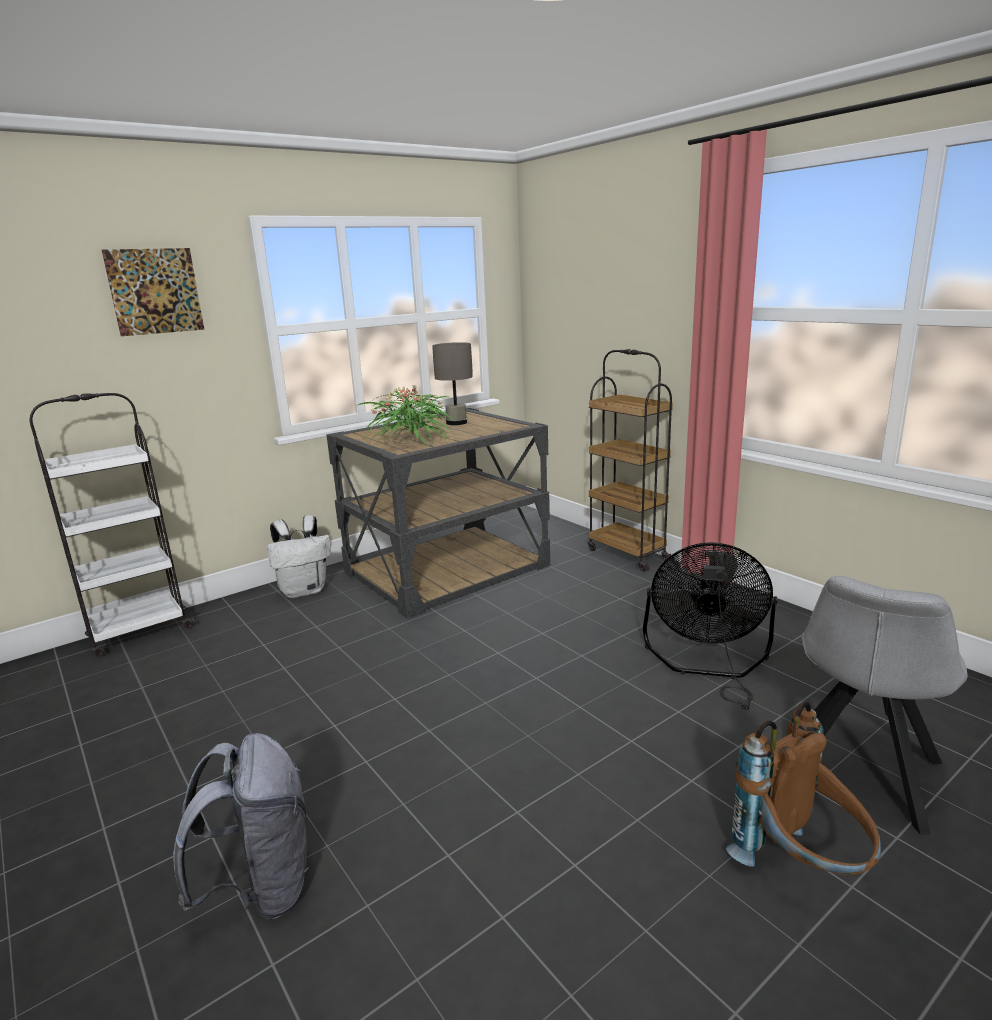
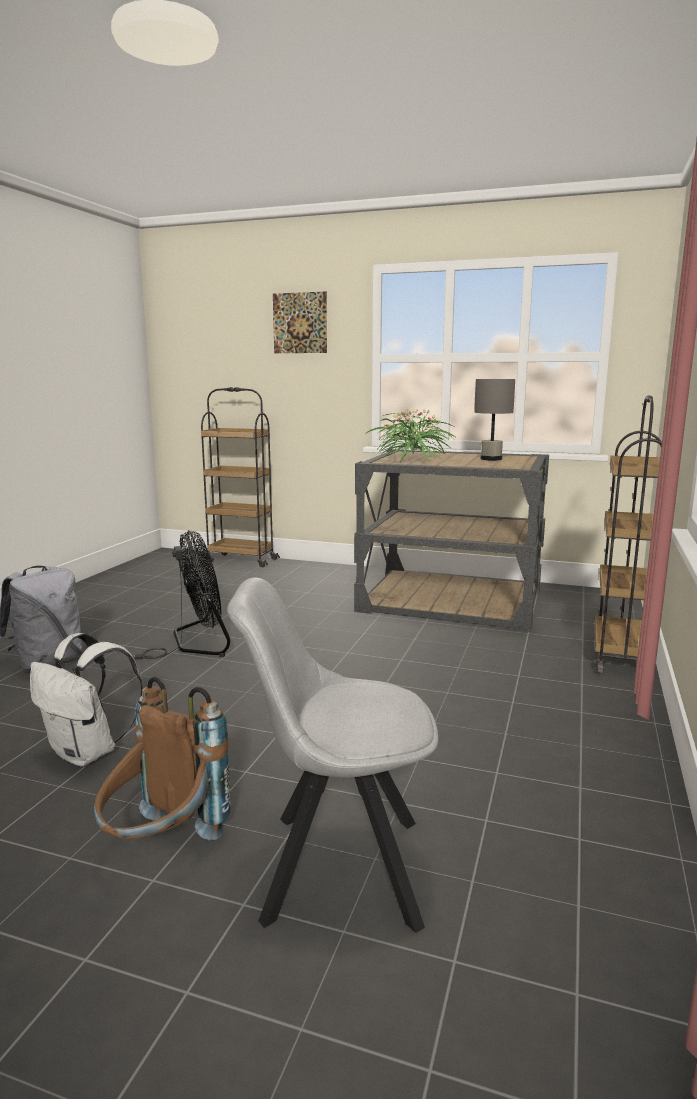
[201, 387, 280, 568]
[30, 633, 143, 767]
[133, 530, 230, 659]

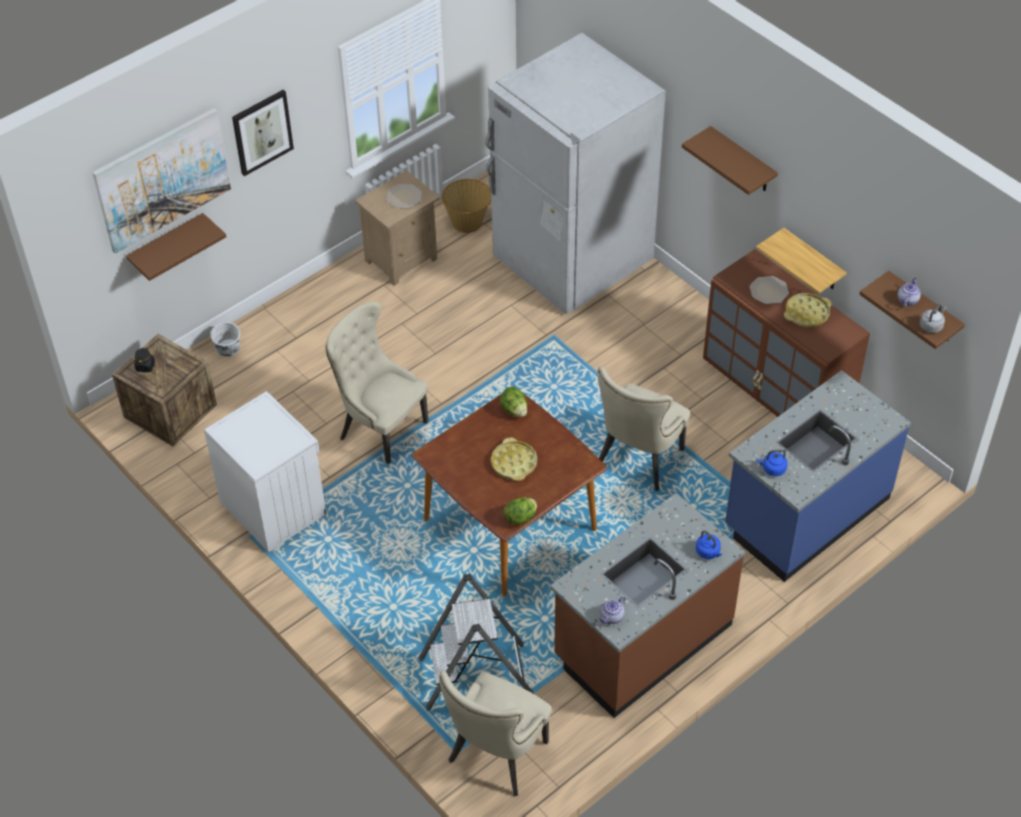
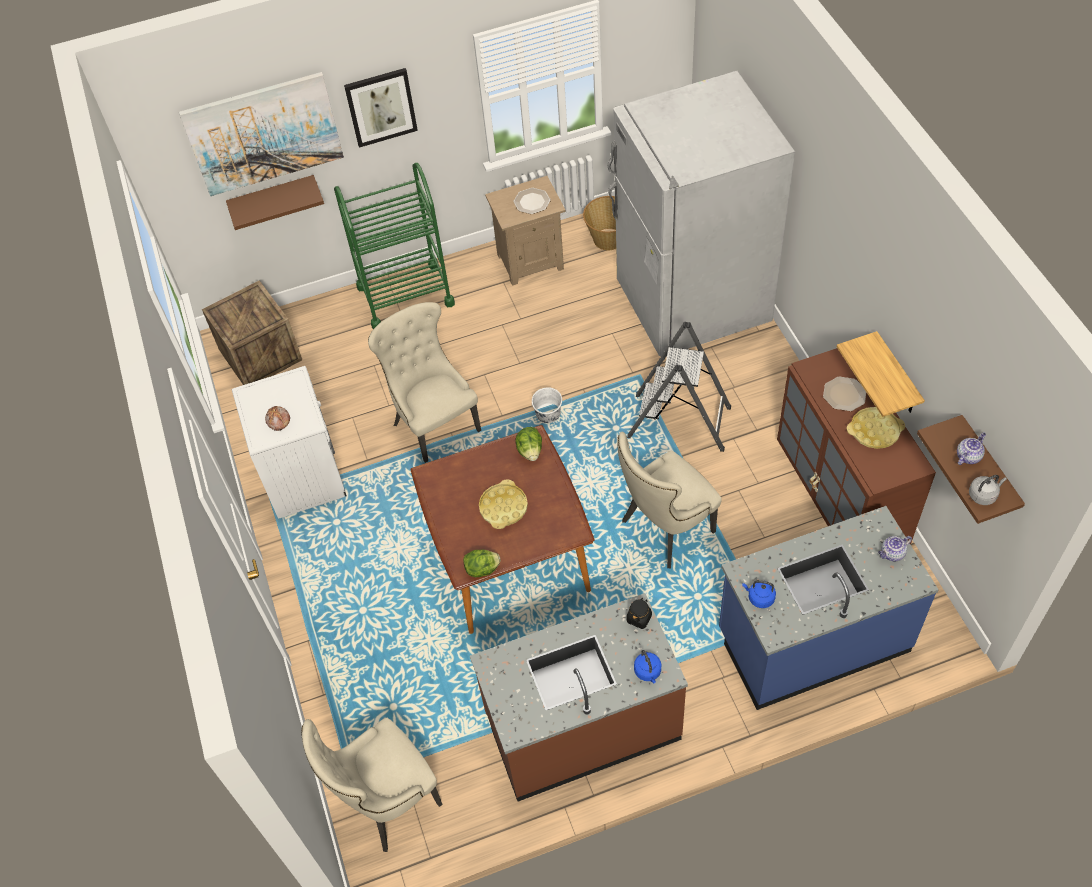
[682, 126, 778, 195] (first image)
[532, 387, 562, 423]
[627, 598, 652, 629]
[627, 322, 731, 452]
[878, 536, 912, 561]
[334, 163, 455, 329]
[265, 406, 290, 431]

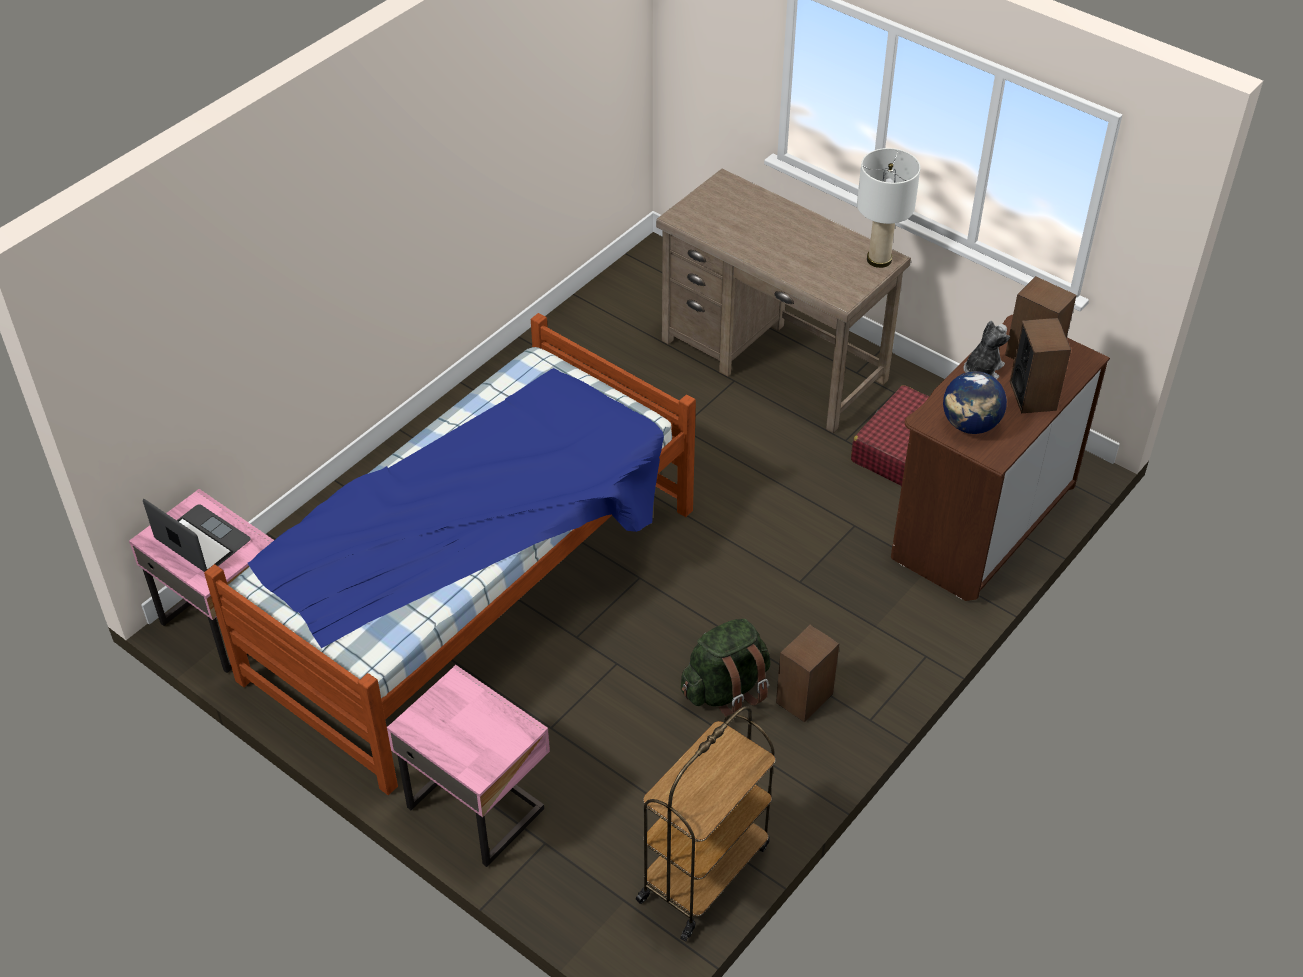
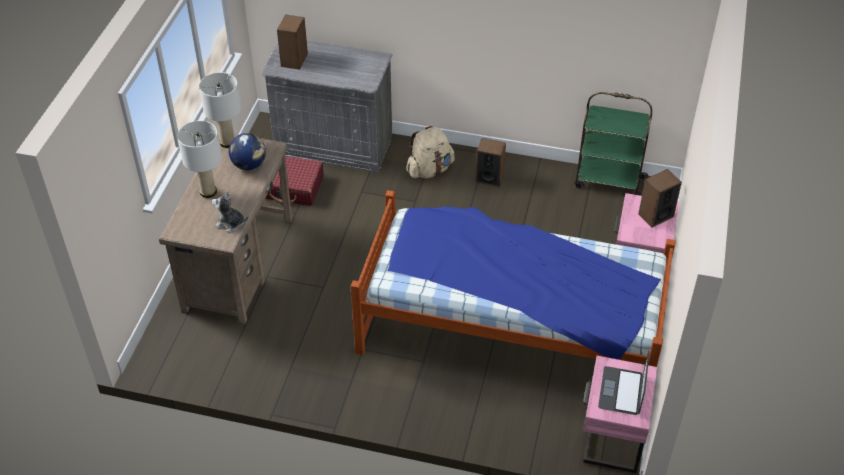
[262, 41, 393, 172]
[638, 169, 682, 227]
[212, 191, 248, 232]
[229, 133, 266, 170]
[681, 618, 771, 717] (first image)
[574, 92, 652, 196]
[177, 121, 222, 198]
[406, 126, 454, 178]

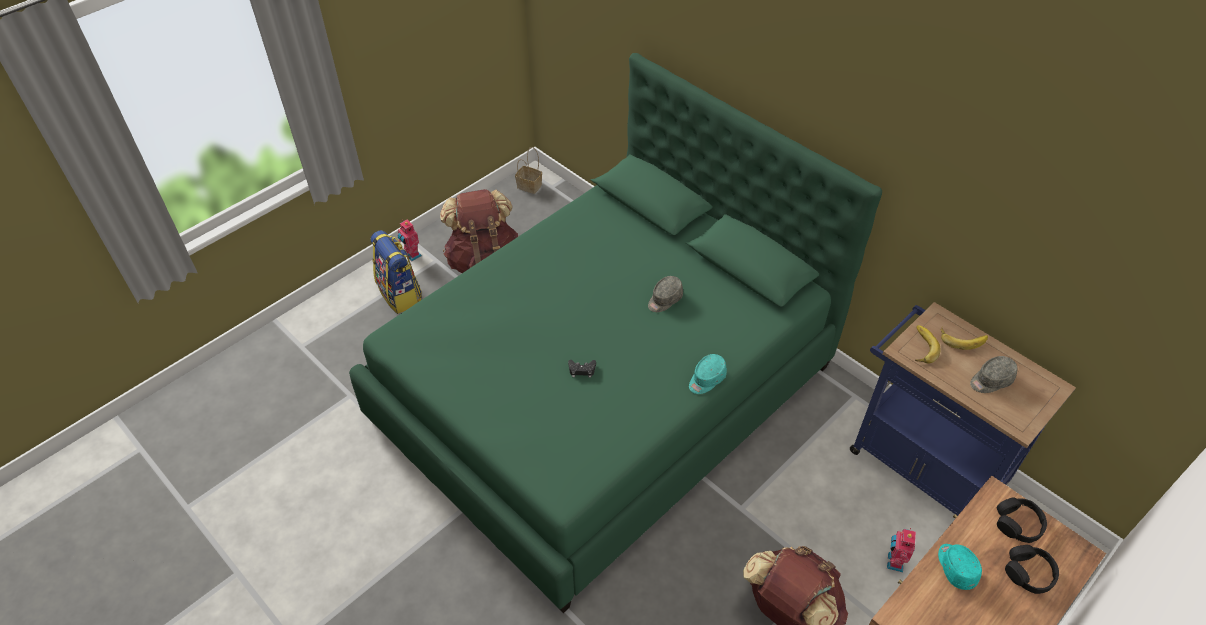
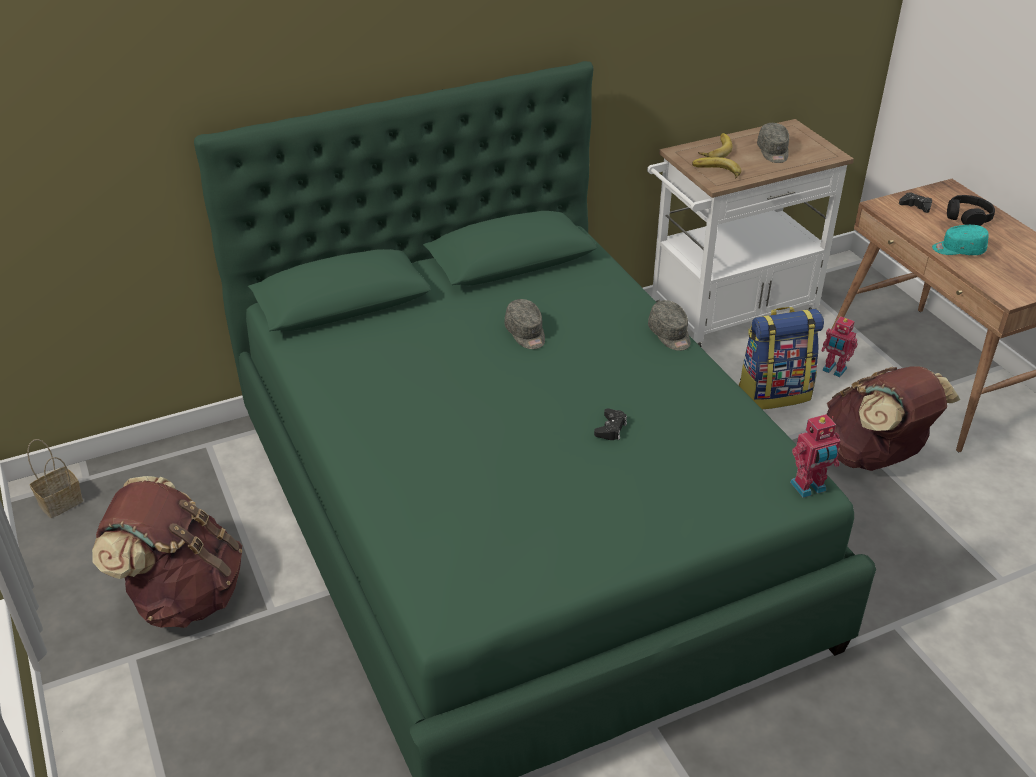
[790, 414, 840, 498]
[739, 307, 824, 409]
[647, 119, 854, 348]
[648, 300, 690, 351]
[899, 192, 932, 213]

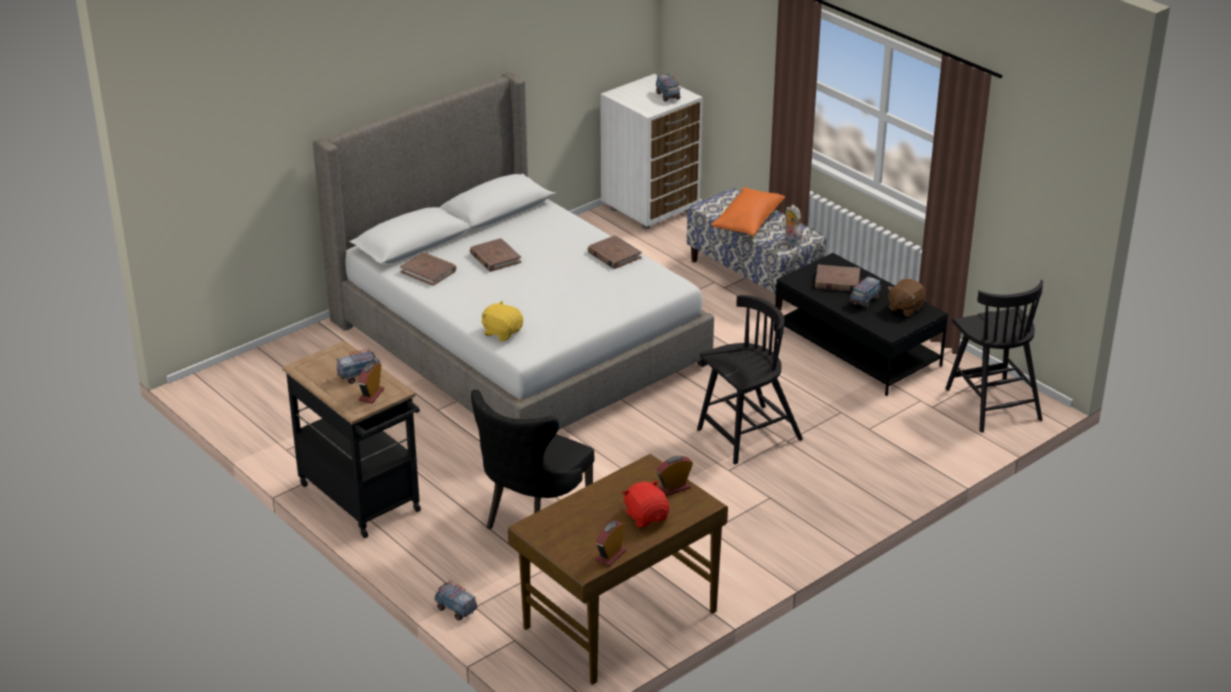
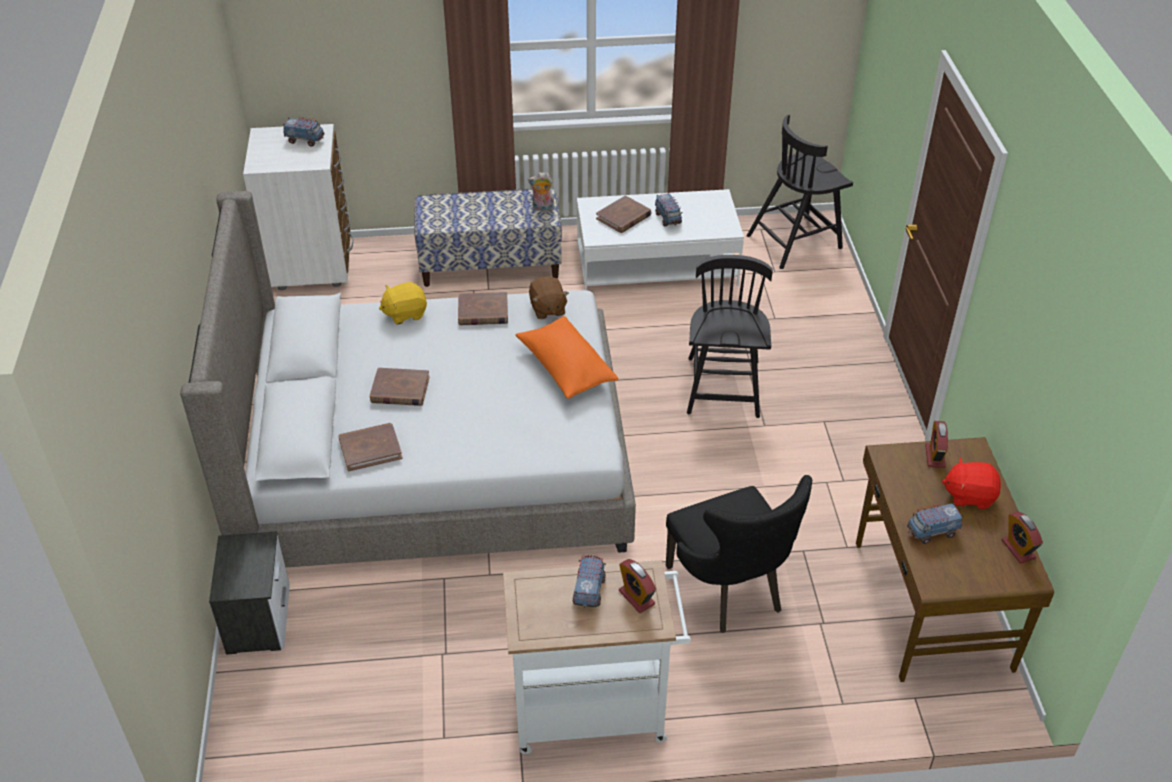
[515, 316, 619, 399]
[577, 189, 744, 290]
[529, 277, 569, 319]
[747, 115, 853, 269]
[379, 282, 427, 325]
[503, 560, 691, 754]
[907, 503, 963, 544]
[209, 531, 290, 655]

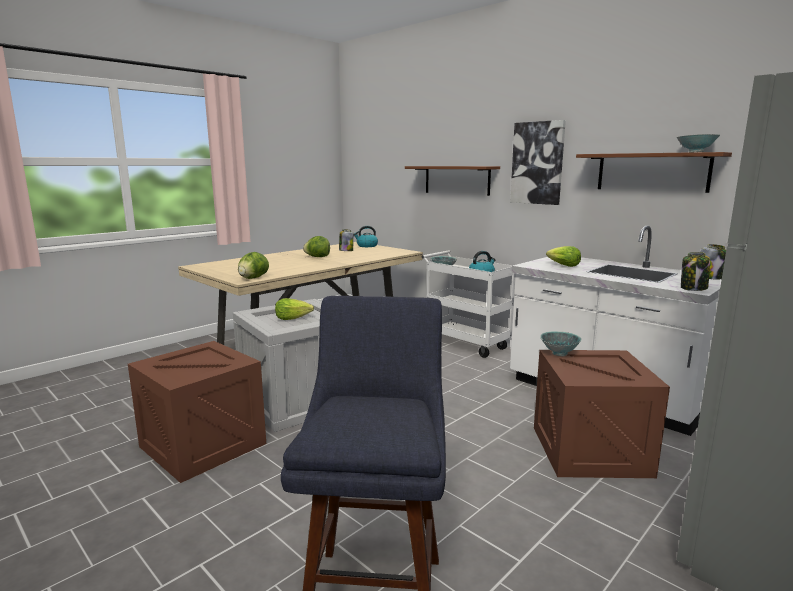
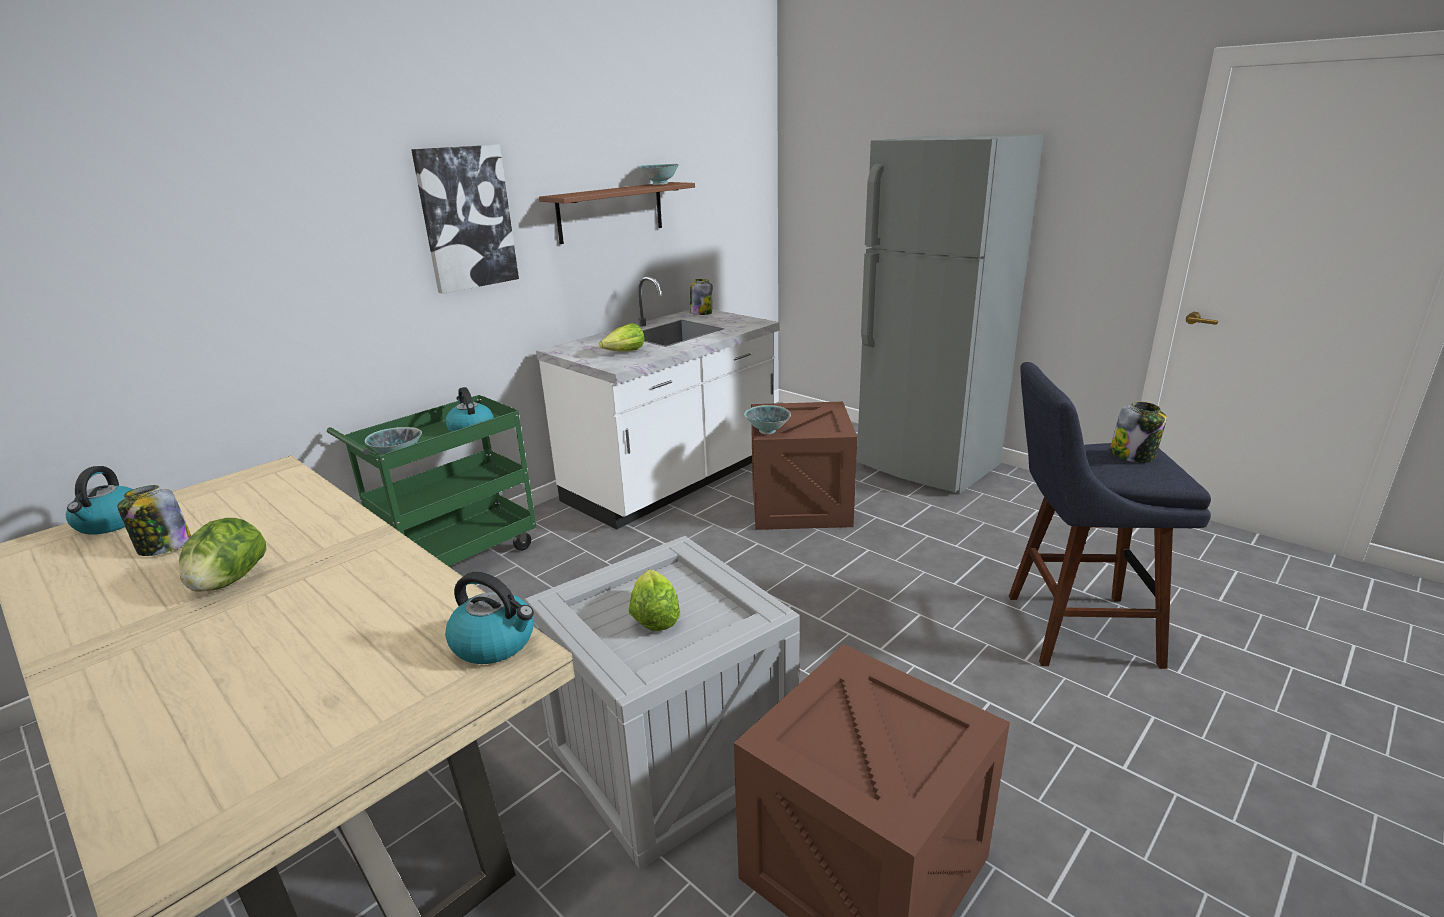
[405, 166, 500, 196] (first image)
[327, 395, 536, 566]
[445, 572, 534, 664]
[1110, 401, 1167, 463]

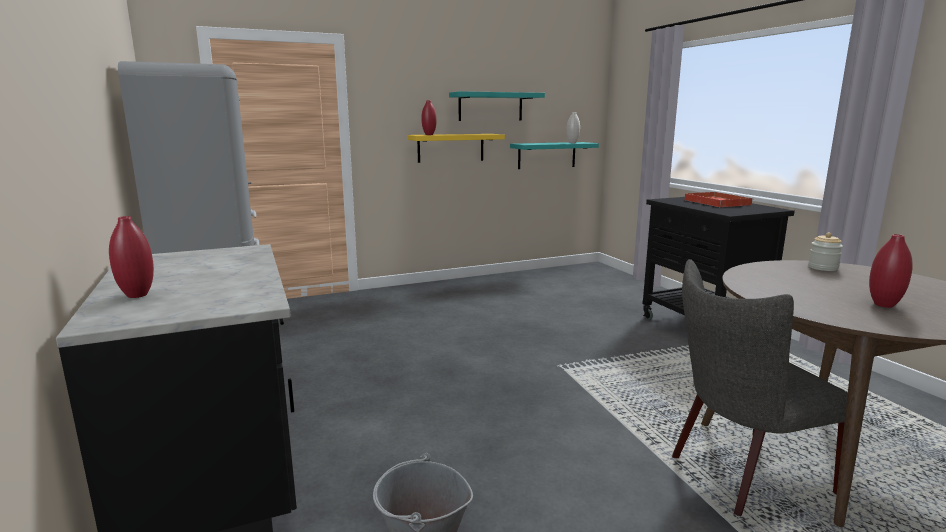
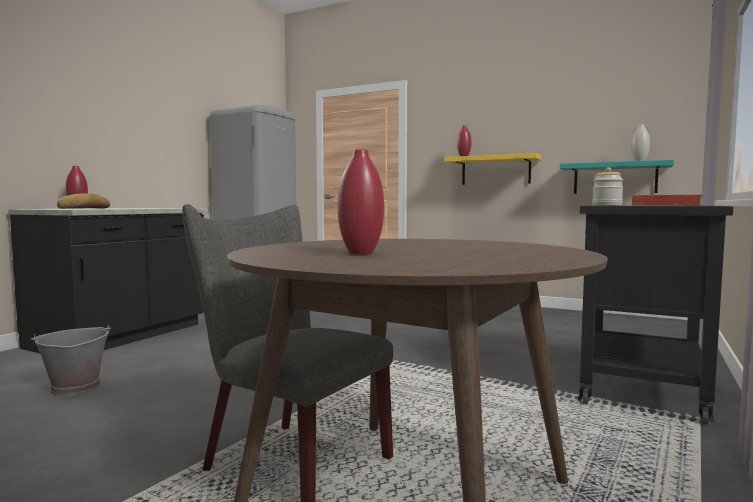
[449, 91, 545, 121] (first image)
[592, 167, 623, 206]
[57, 193, 110, 209]

